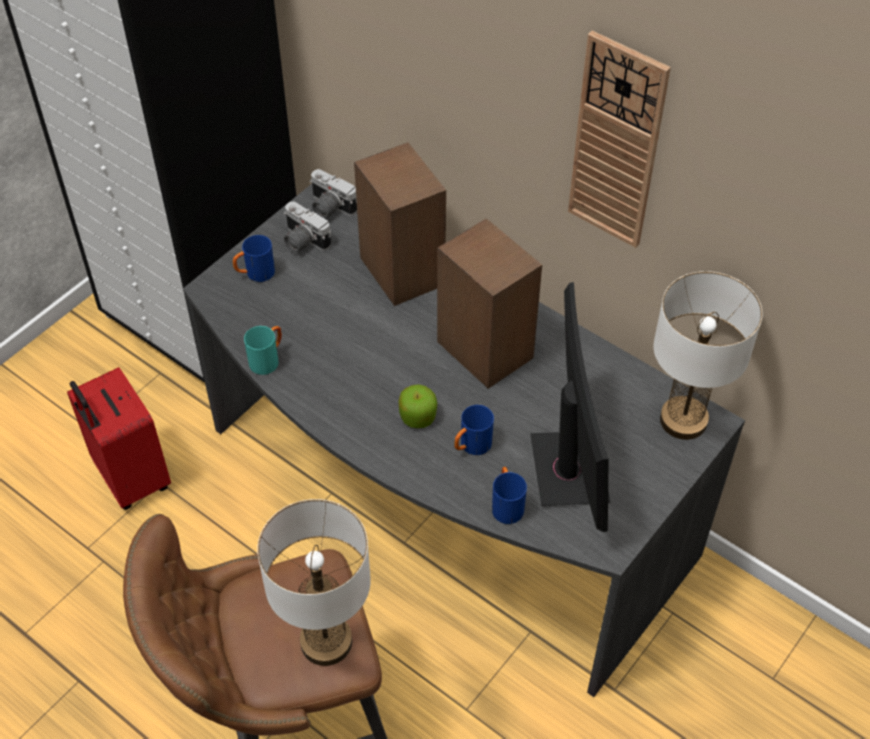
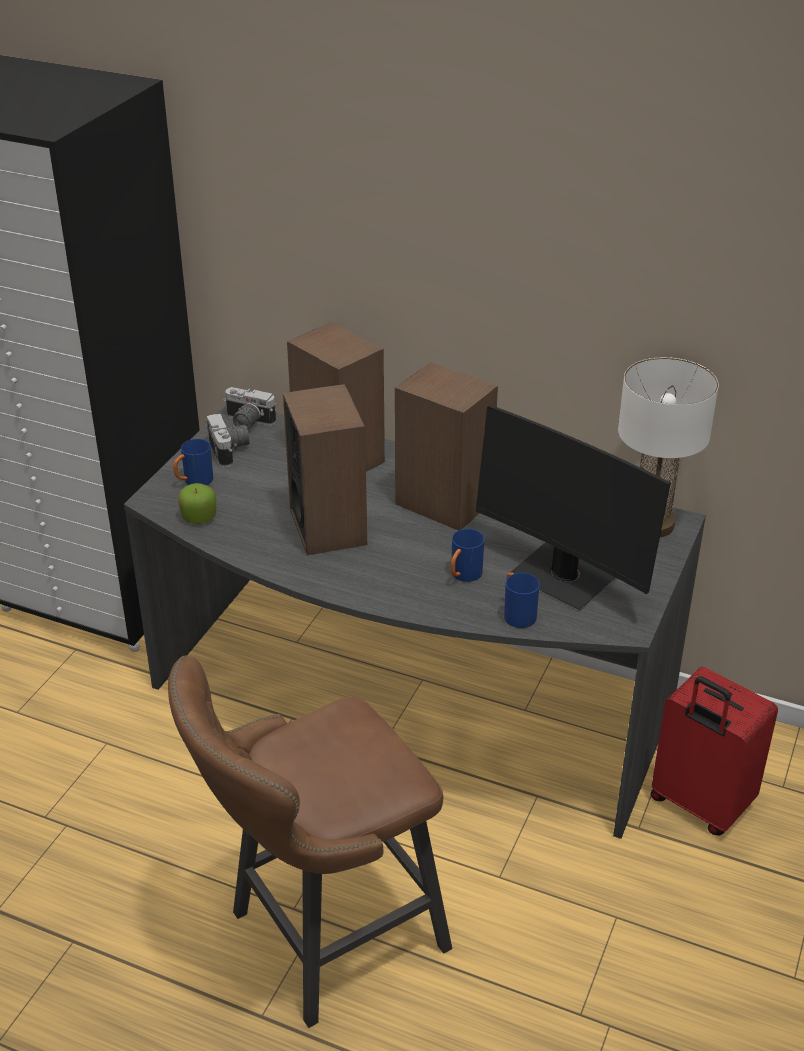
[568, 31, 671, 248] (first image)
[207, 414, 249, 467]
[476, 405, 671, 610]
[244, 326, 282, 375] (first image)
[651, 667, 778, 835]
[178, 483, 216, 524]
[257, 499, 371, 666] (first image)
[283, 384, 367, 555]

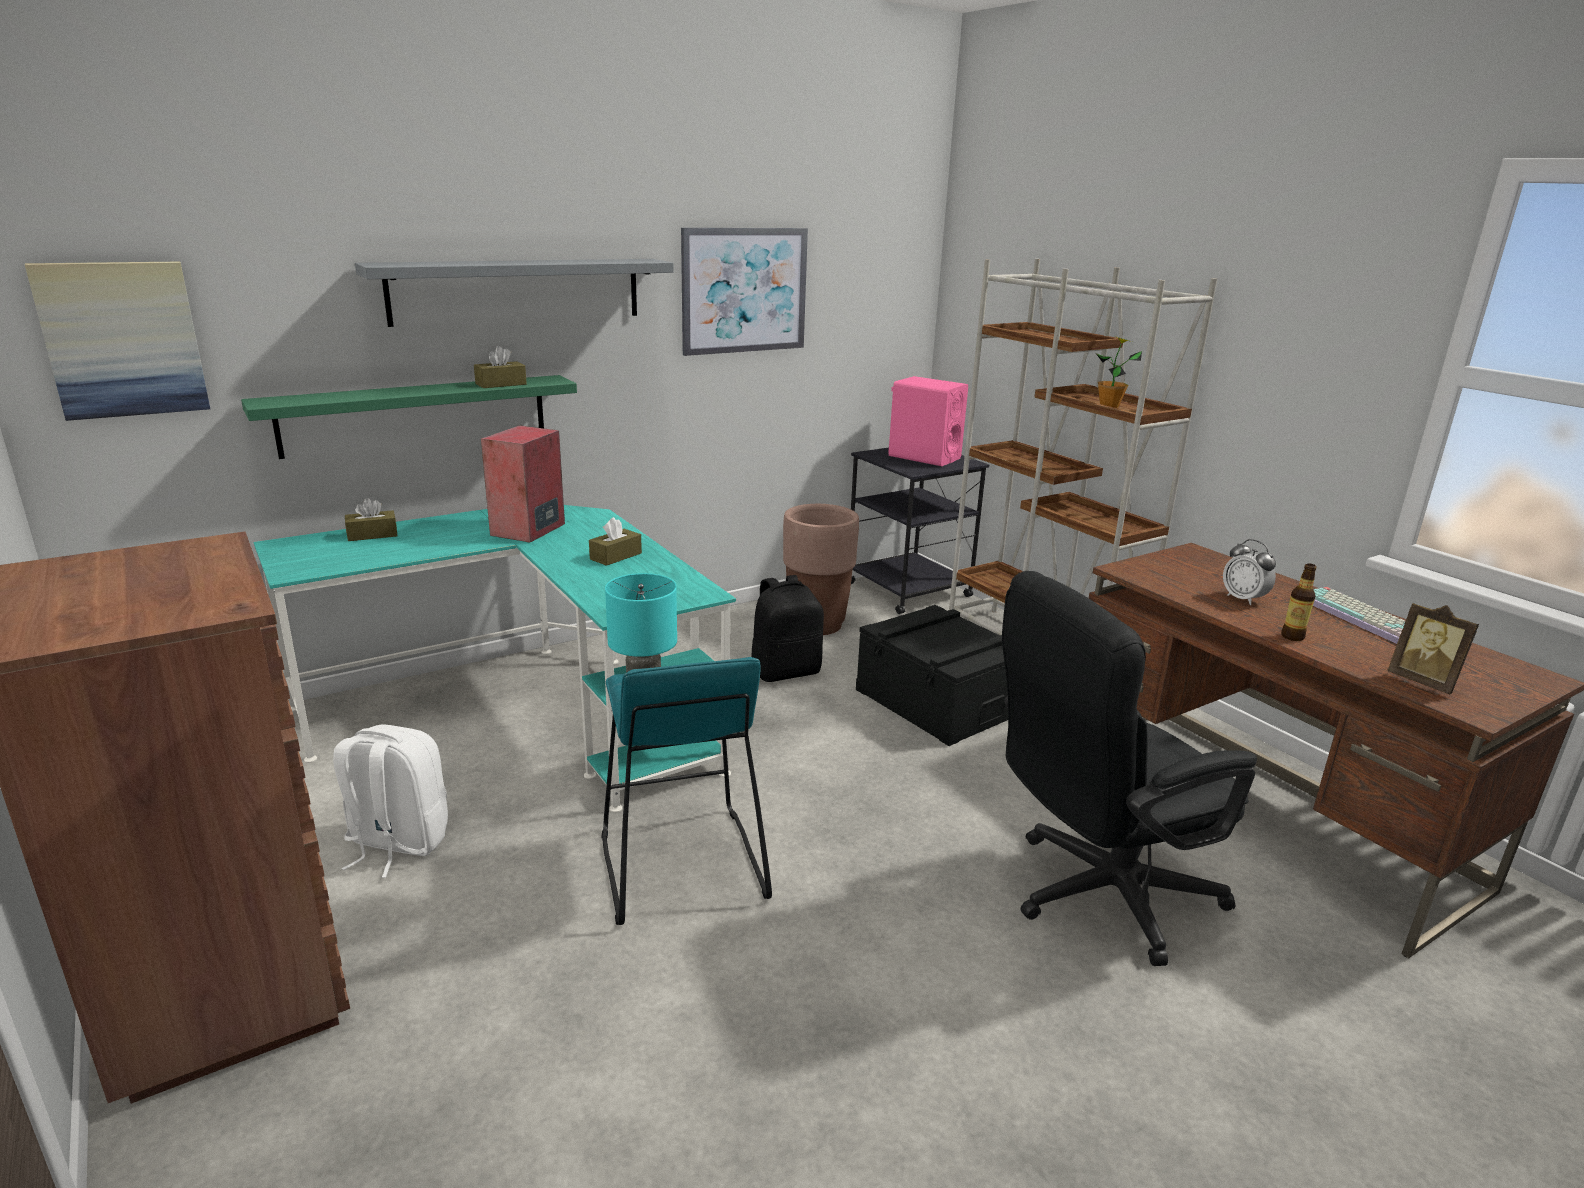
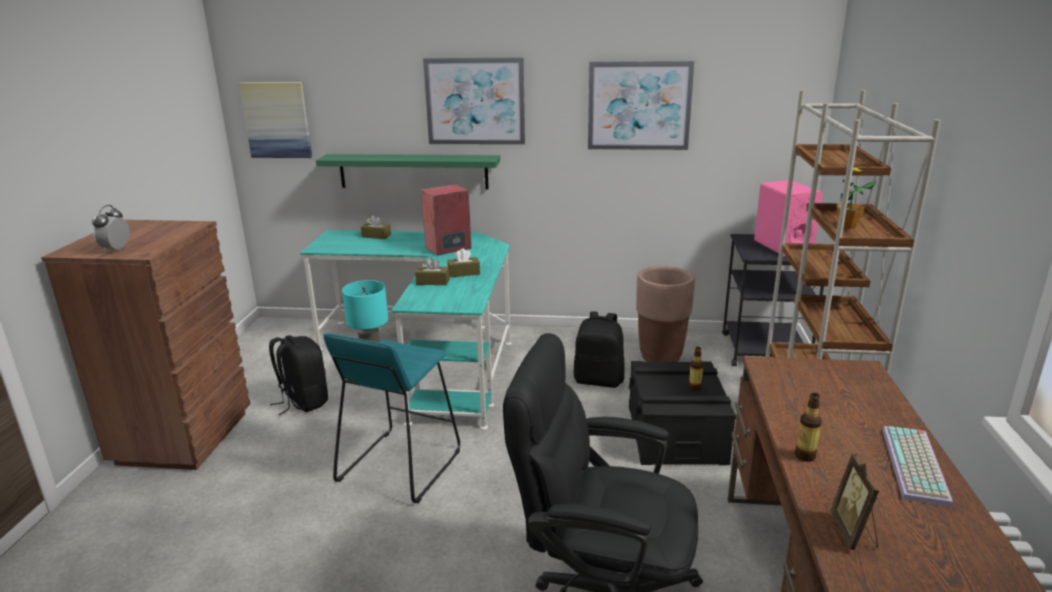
[423, 58, 525, 145]
[415, 258, 450, 285]
[92, 205, 130, 253]
[269, 335, 328, 415]
[688, 347, 703, 391]

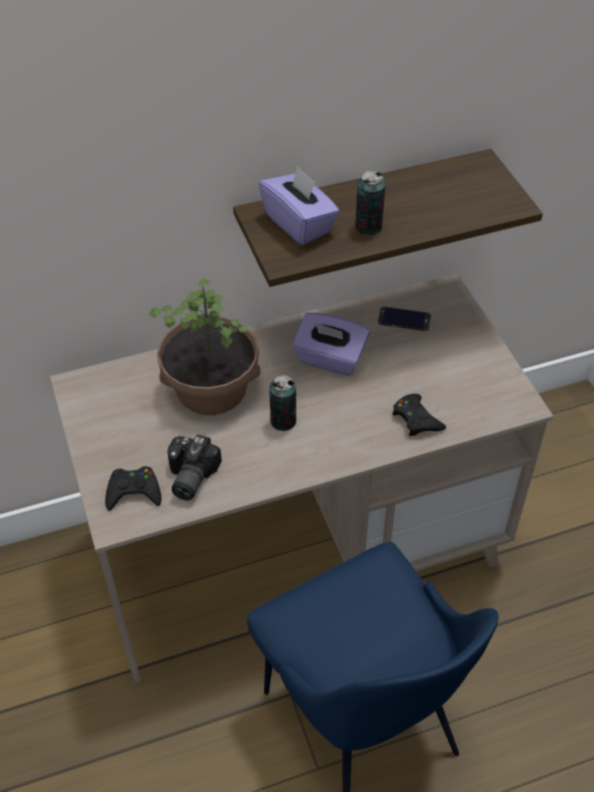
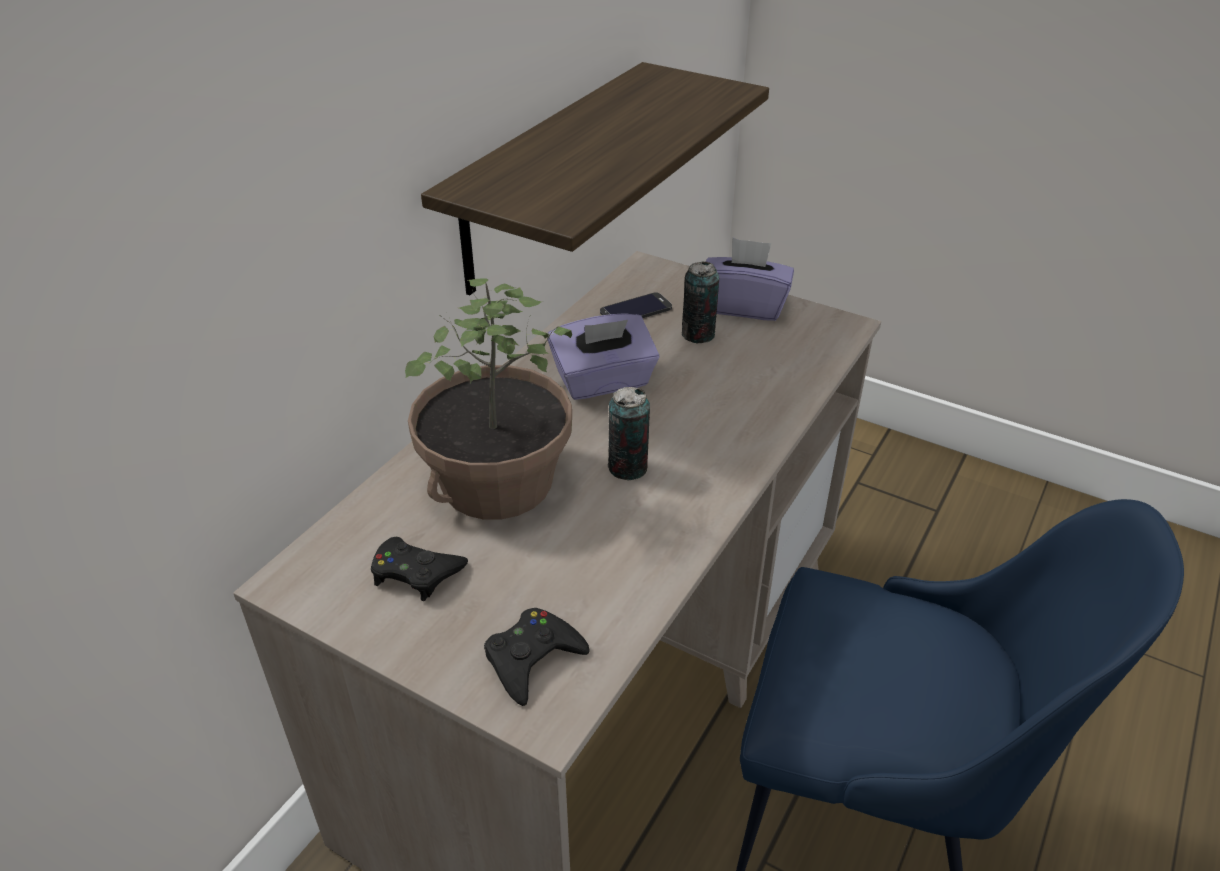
[706, 238, 794, 321]
[682, 262, 719, 343]
[371, 537, 468, 601]
[167, 435, 222, 500] (first image)

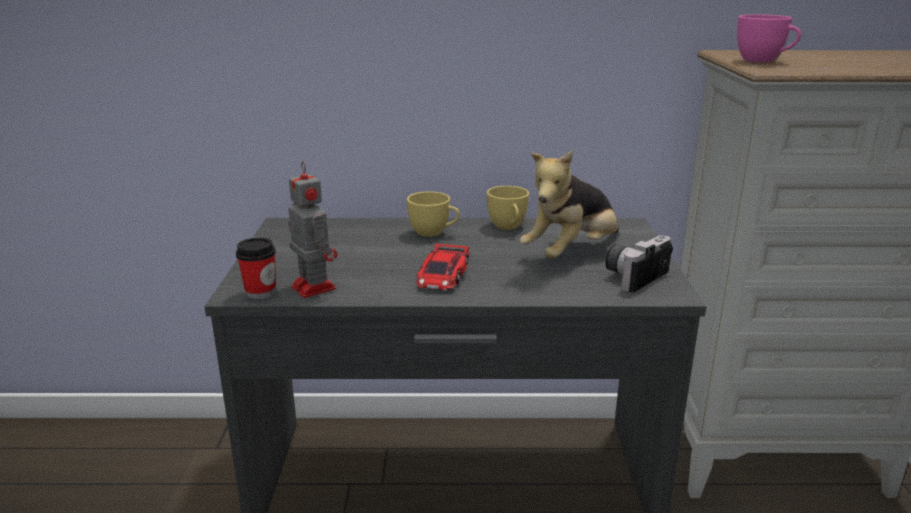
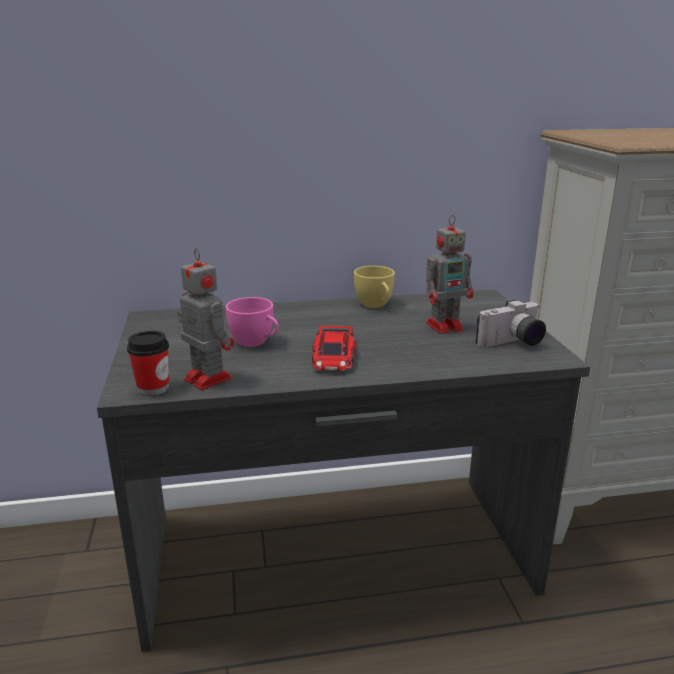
[226, 297, 278, 347]
[426, 215, 474, 334]
[407, 191, 460, 237] (first image)
[476, 300, 546, 347]

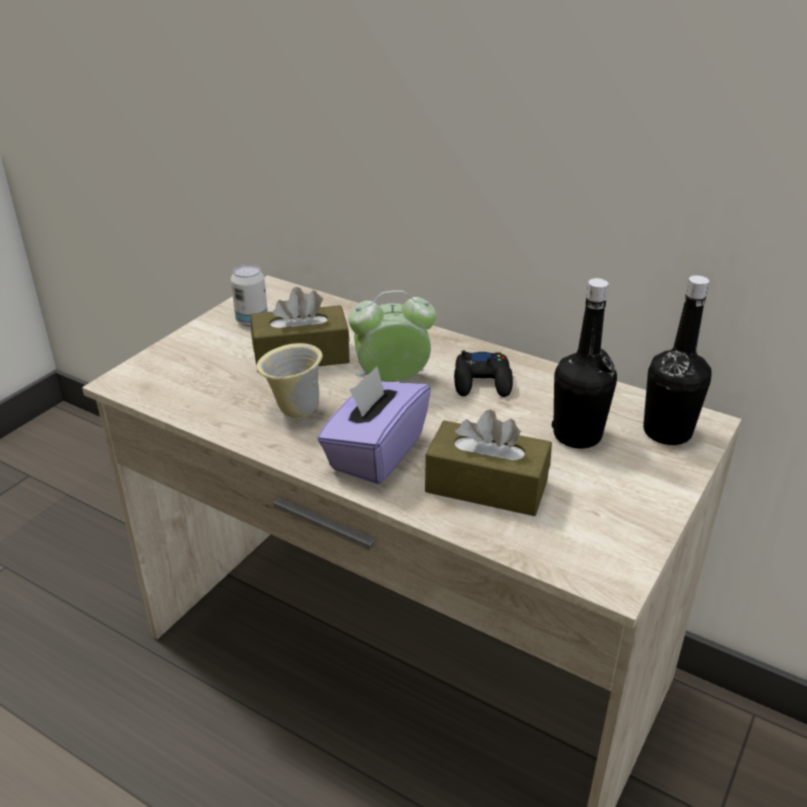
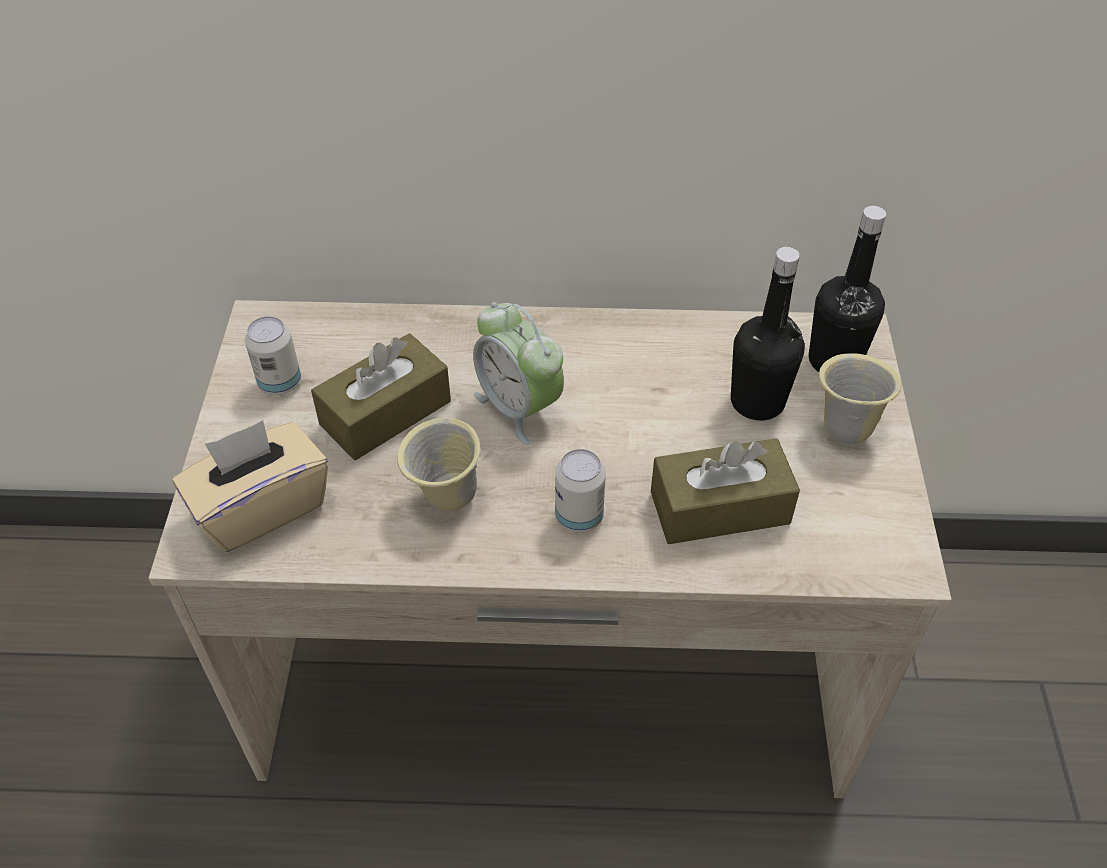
[473, 302, 564, 445]
[454, 350, 513, 397] (first image)
[555, 449, 606, 533]
[819, 353, 901, 444]
[173, 420, 328, 552]

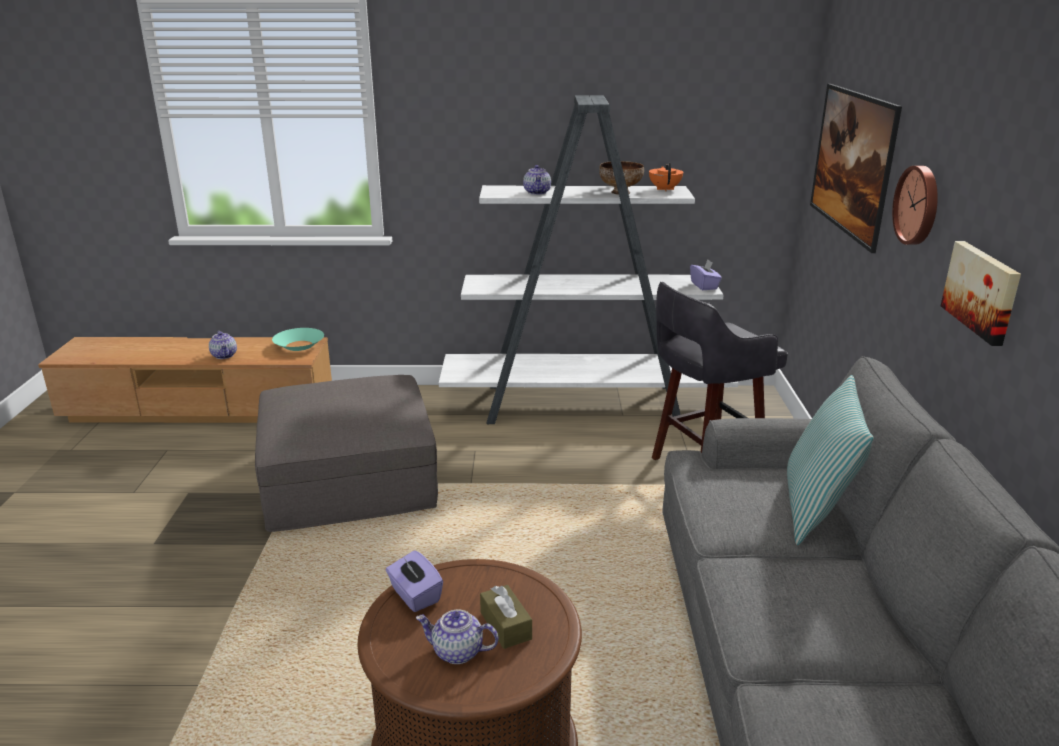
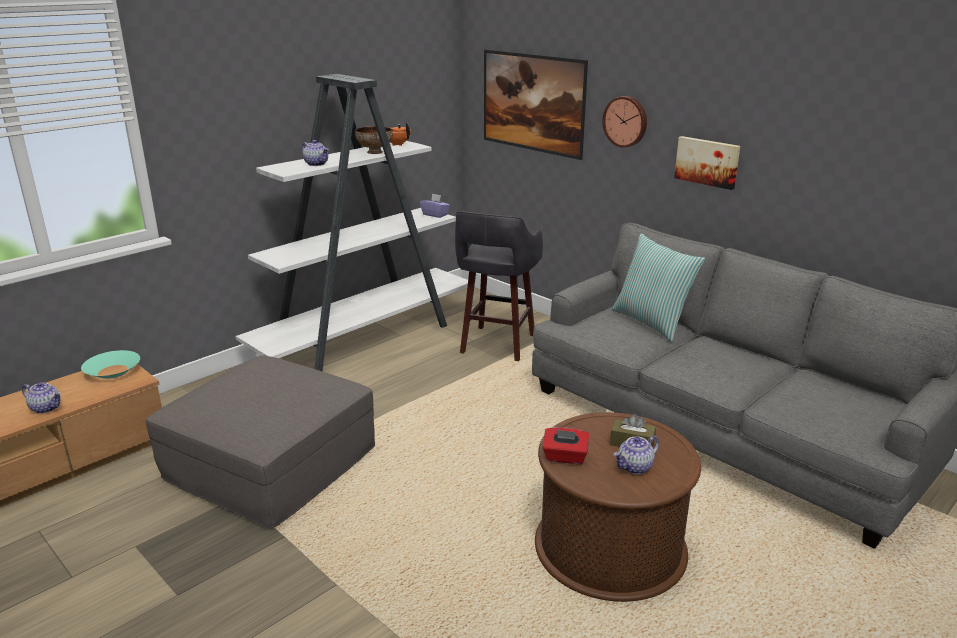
[543, 427, 589, 464]

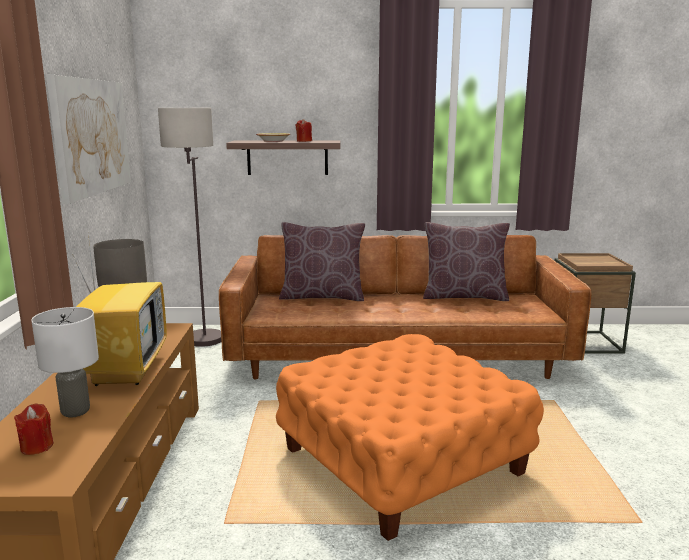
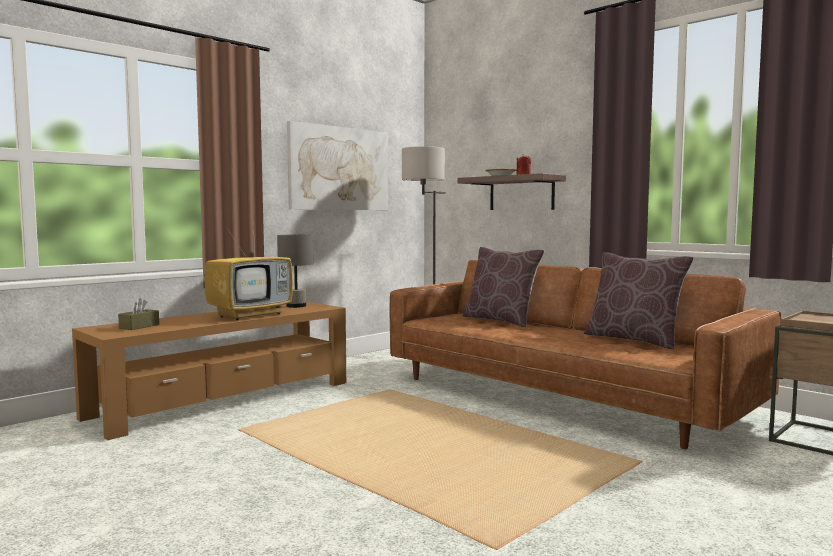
[31, 307, 99, 418] (first image)
[276, 334, 544, 541] (first image)
[118, 298, 159, 330]

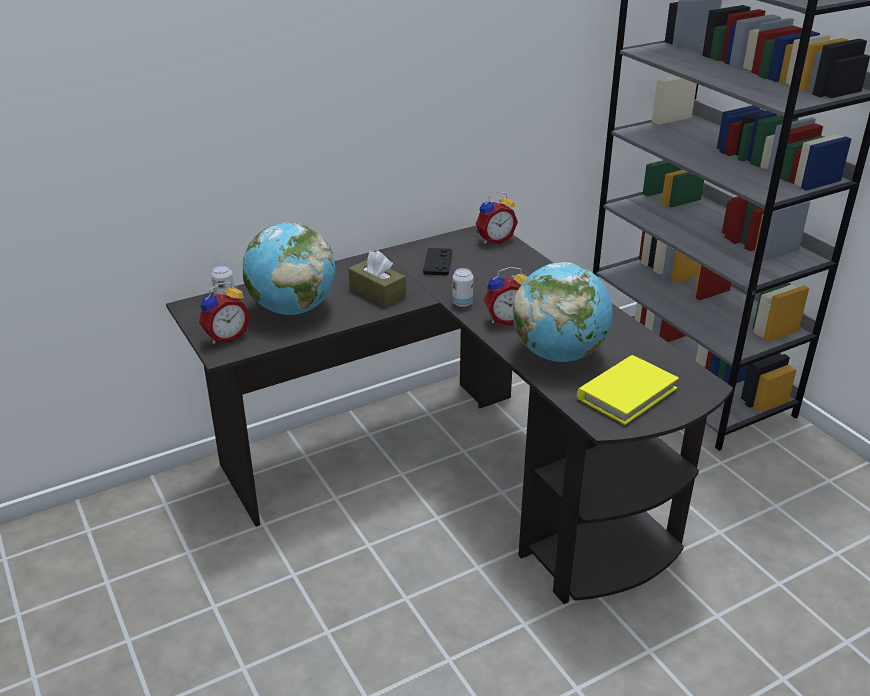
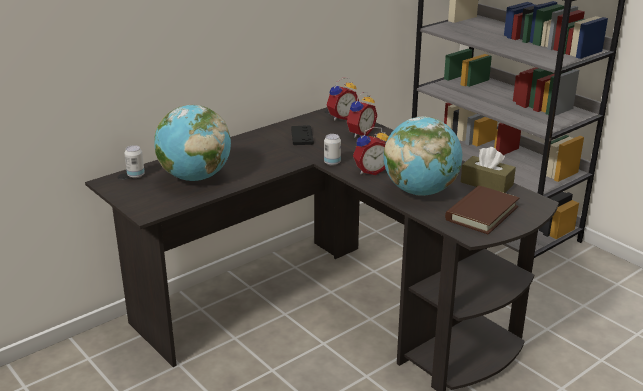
[461, 147, 516, 193]
[347, 92, 377, 138]
[445, 186, 519, 234]

